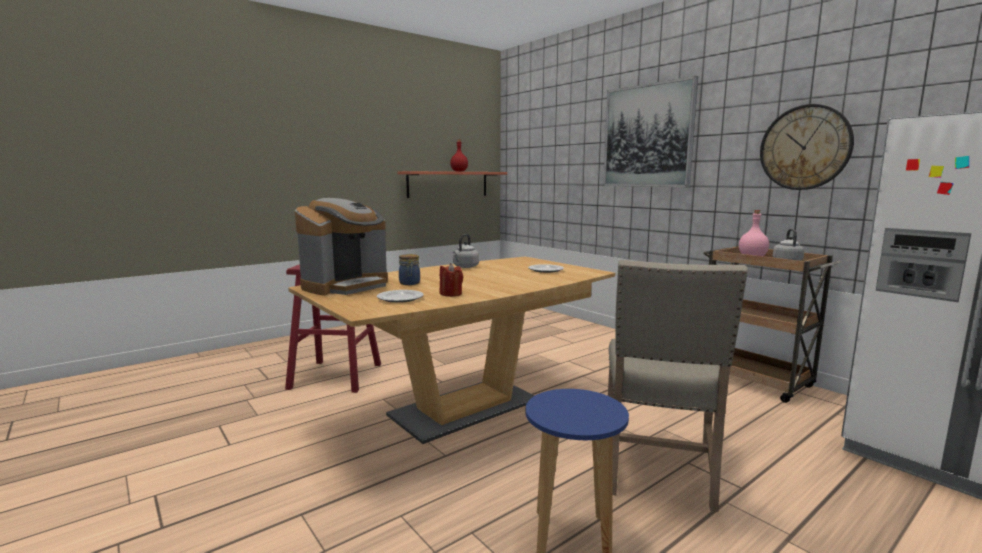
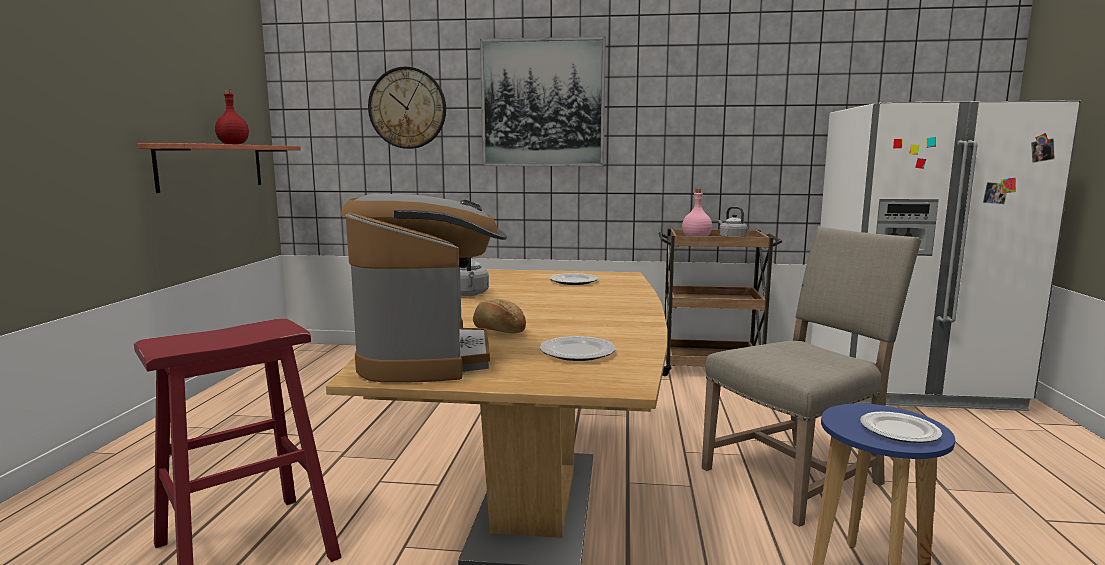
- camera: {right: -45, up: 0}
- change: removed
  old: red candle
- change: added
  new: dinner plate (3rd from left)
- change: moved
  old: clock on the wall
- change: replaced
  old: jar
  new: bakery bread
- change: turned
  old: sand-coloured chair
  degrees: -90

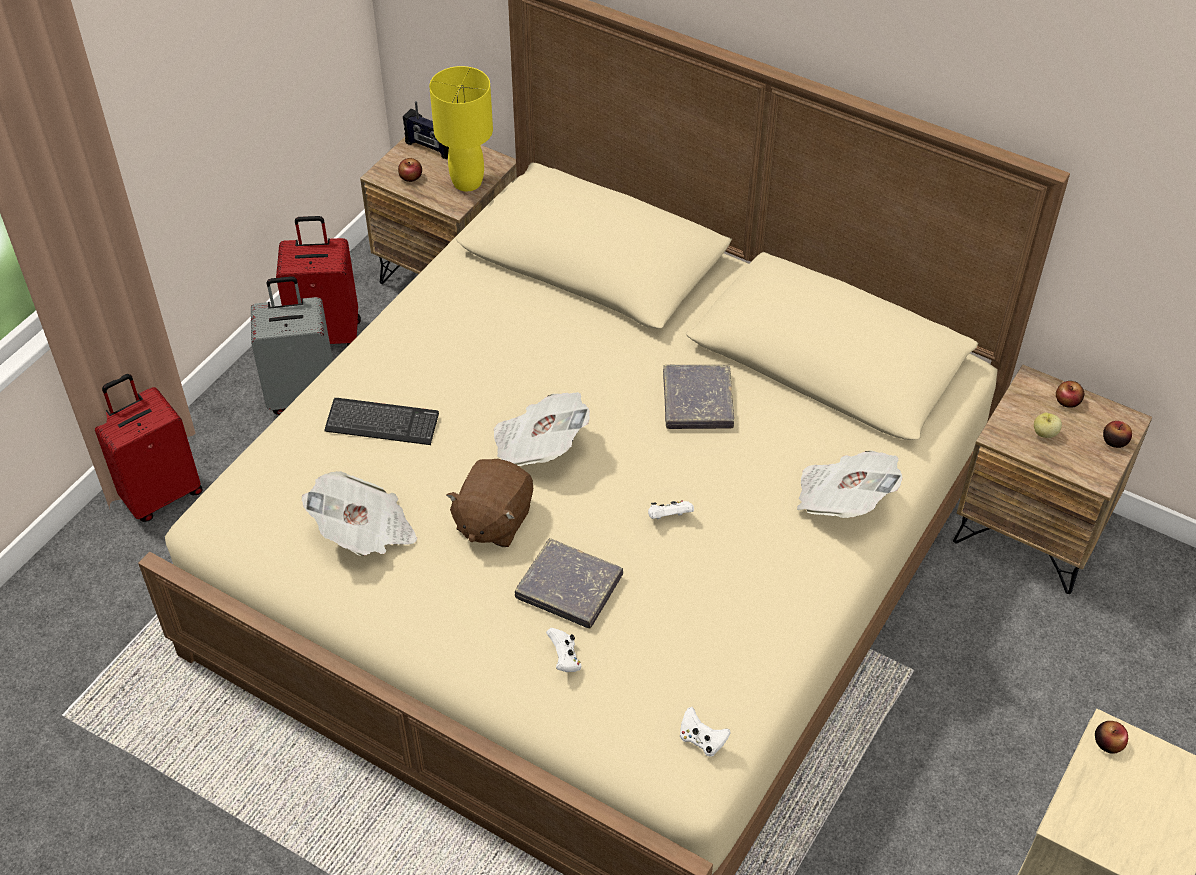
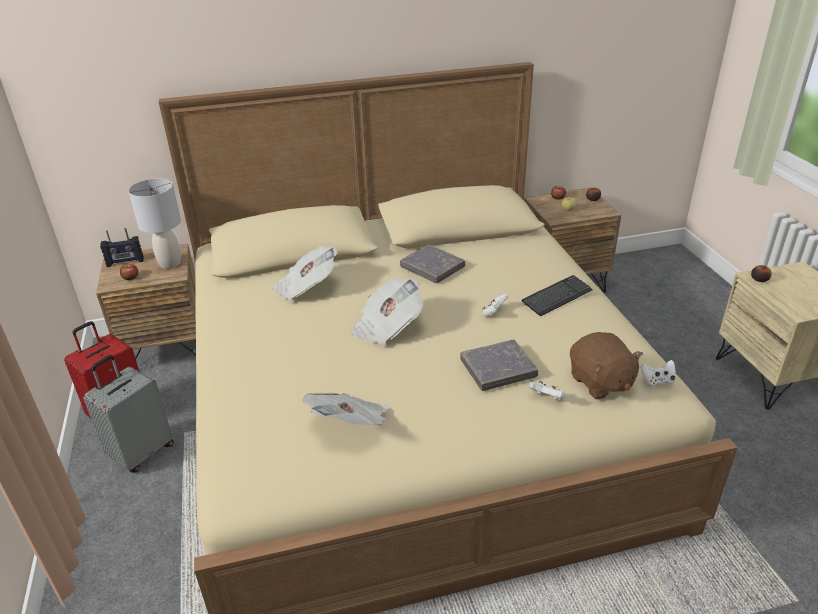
- camera: {right: -45, up: -15}
- change: removed
  old: red piece of luggage (1st from left)
- change: moved
  old: keyboard
- change: moved
  old: brownish cuddly toy
- change: moved
  old: newspaper (3rd from left in the first image)
  new: newspaper (1st from left)
- change: recoloured
  old: yellow table lamp
  new: gray table lamp

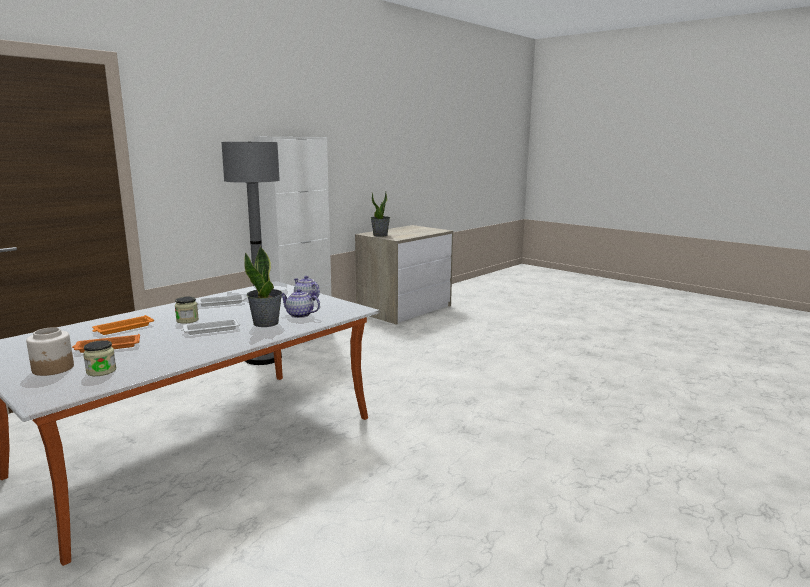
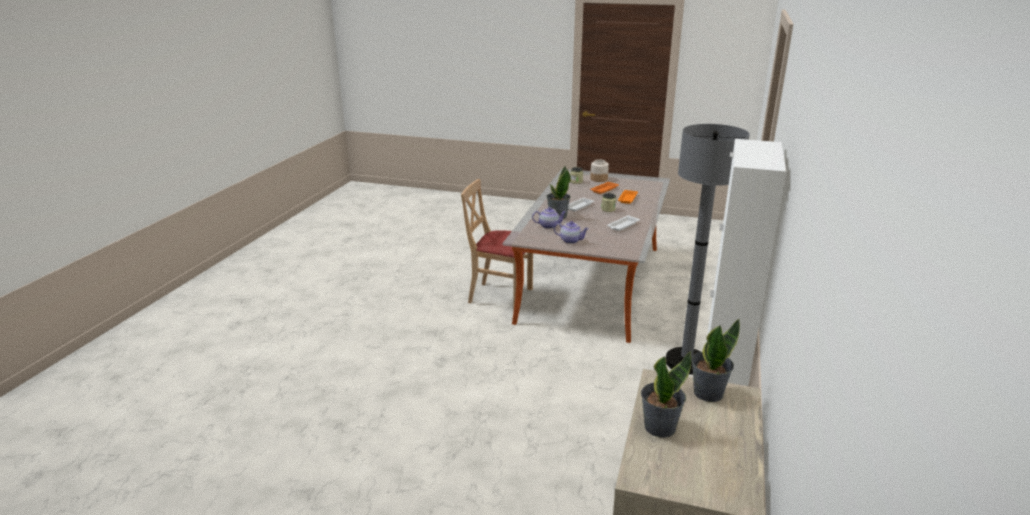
- camera: {right: 155, up: 10}
- change: added
  new: sand-coloured chair
- change: added
  new: houseplant (2nd from left)

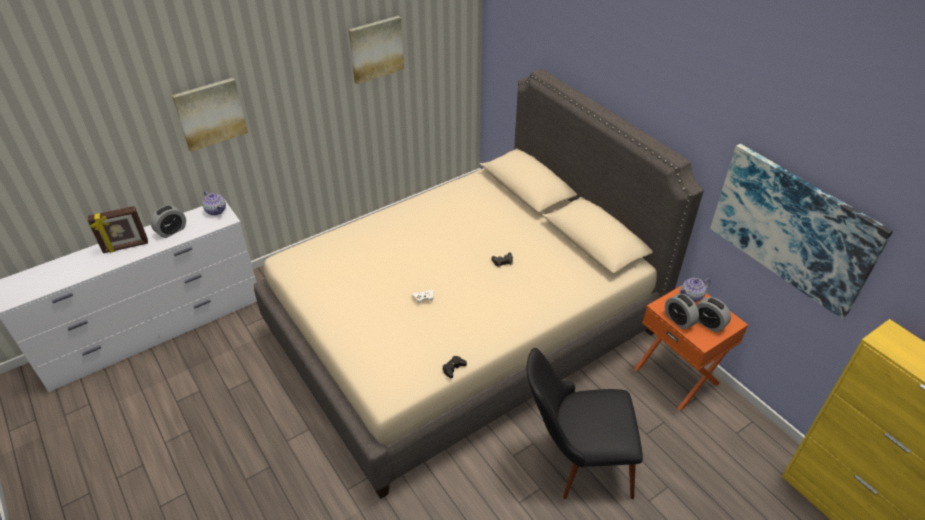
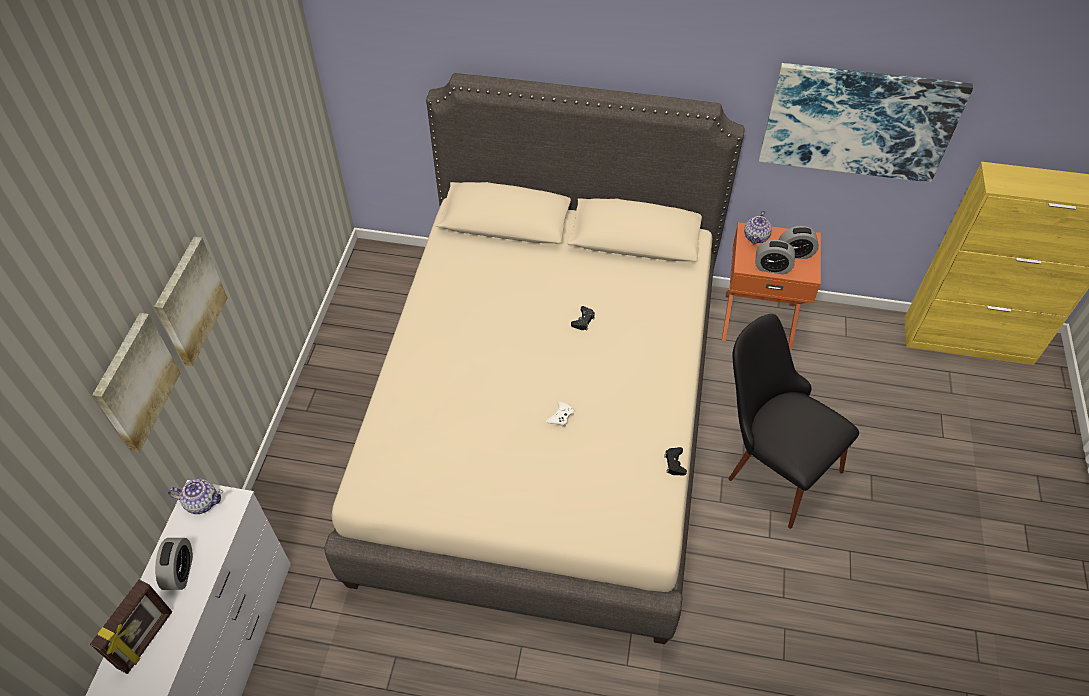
- camera: {right: -45, up: 10}
- change: moved
  old: wall art (2nd from left)
- change: turned
  old: black-coloured chair
  degrees: 90

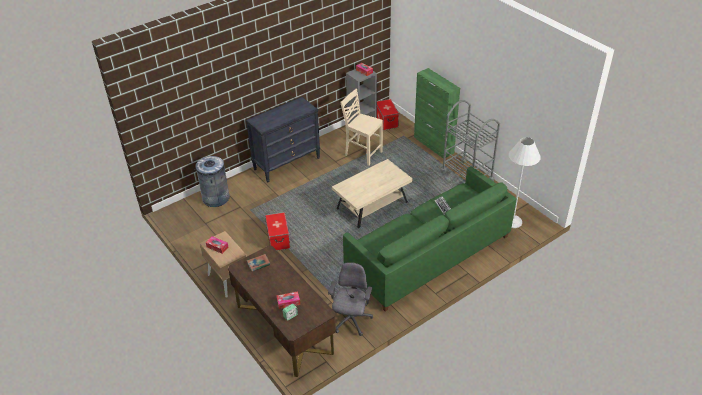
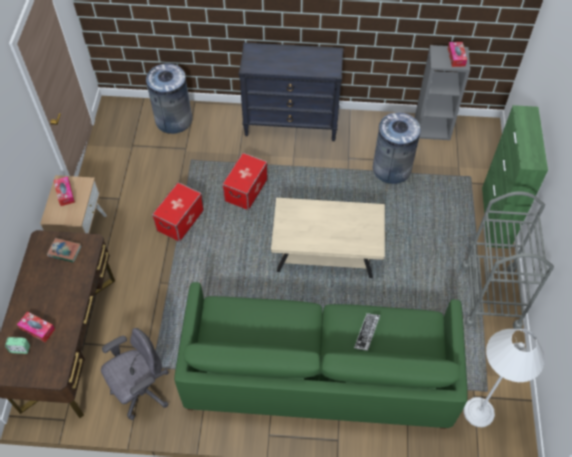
- camera: {right: 40, up: 15}
- change: moved
  old: storage box (2nd from left)
- change: replaced
  old: sand-coloured chair
  new: gray waste bin (2nd from left)

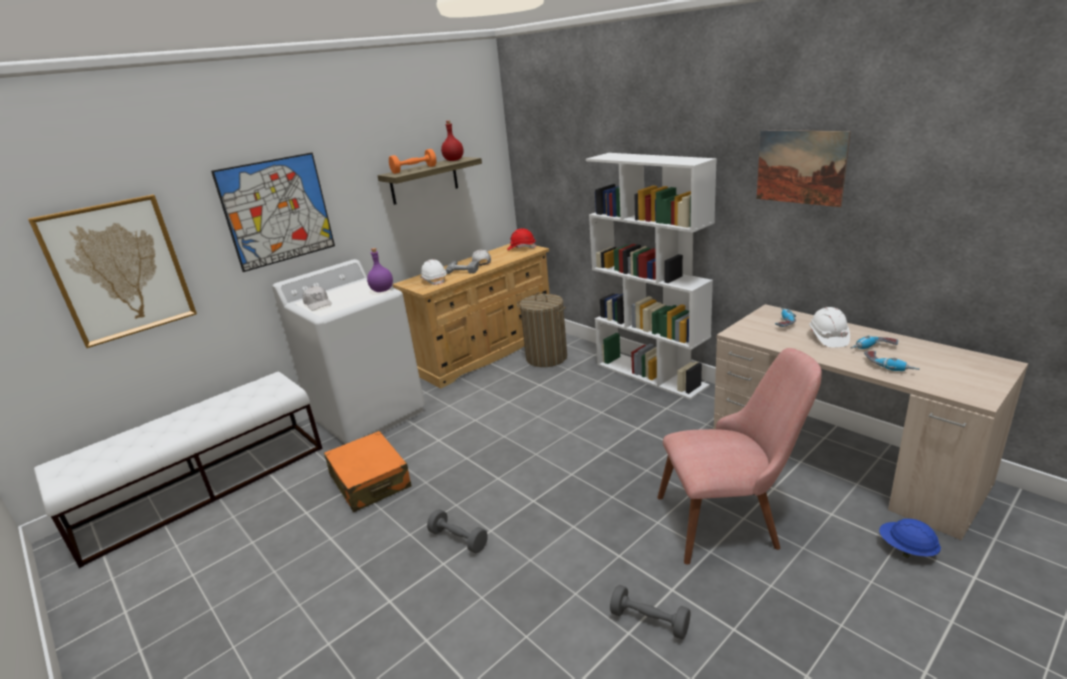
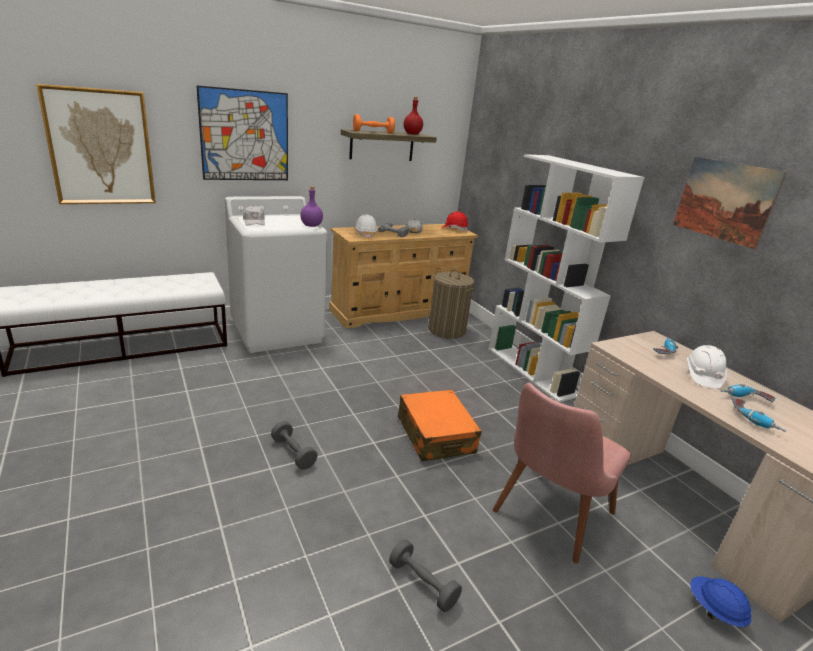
- camera: {right: 10, up: 0}
- change: moved
  old: orange-coloured piece of luggage
- change: turned
  old: pink-coloured chair
  degrees: 120

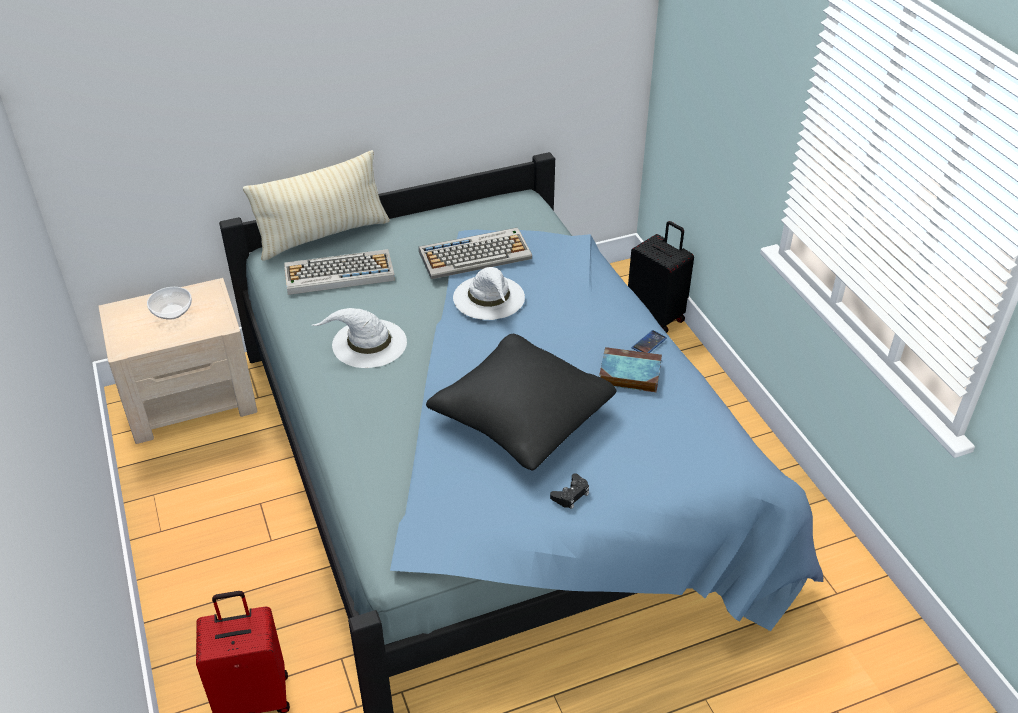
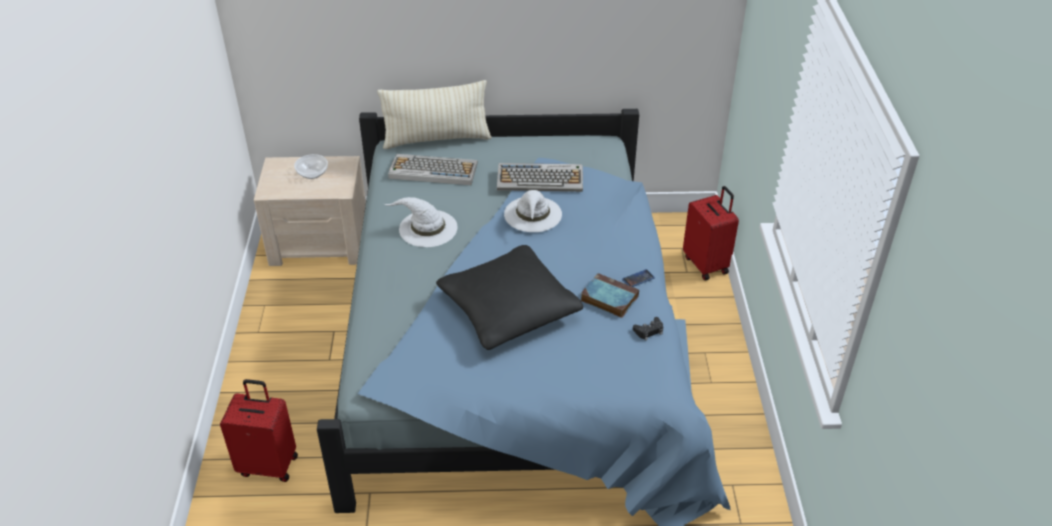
- camera: {right: 20, up: 0}
- change: moved
  old: black-coloured game controller
- change: recoloured
  old: black-coloured piece of luggage
  new: red piece of luggage (2nd from left)

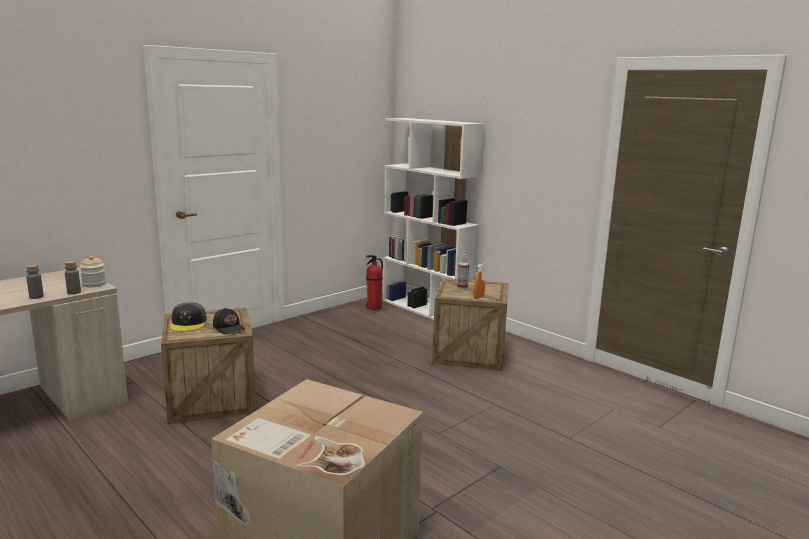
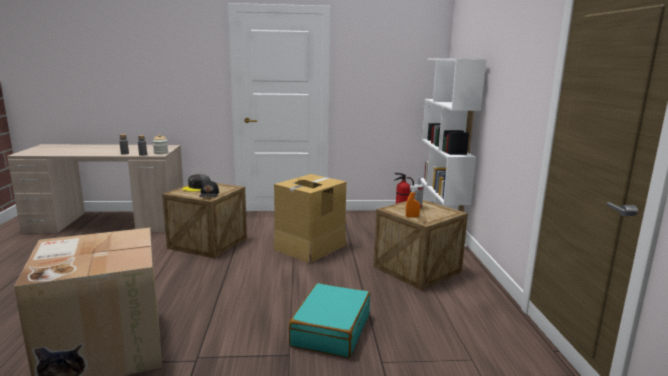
- camera: {right: 40, up: 0}
- change: added
  new: carton (2nd from left)
- change: added
  new: turquoise piece of luggage

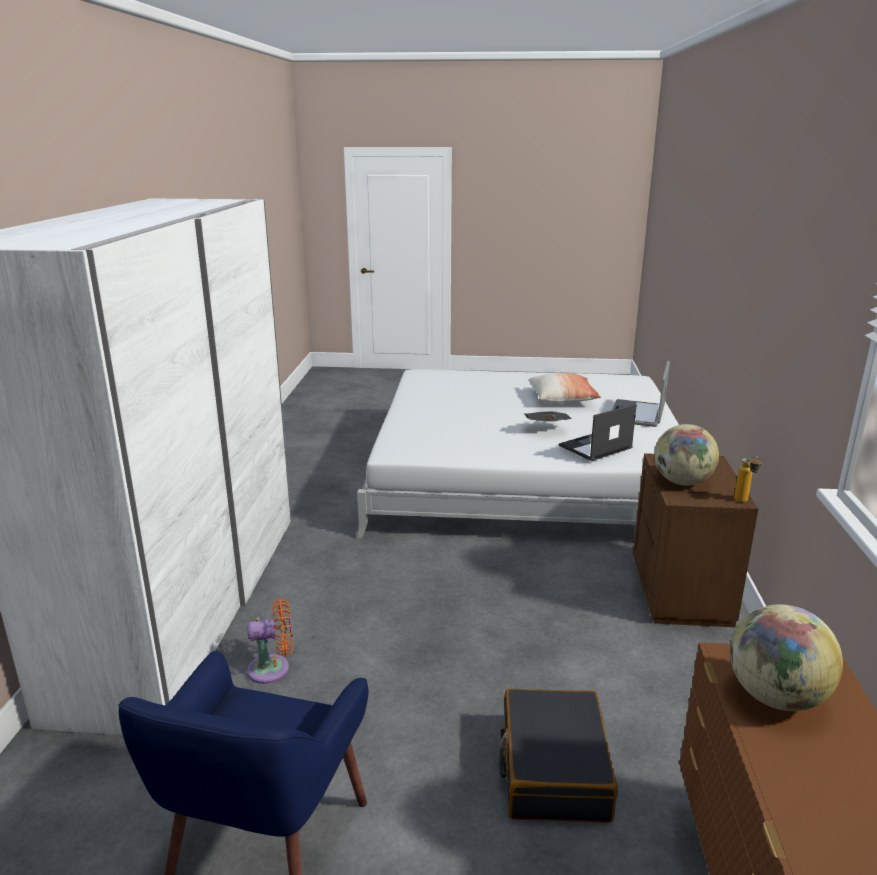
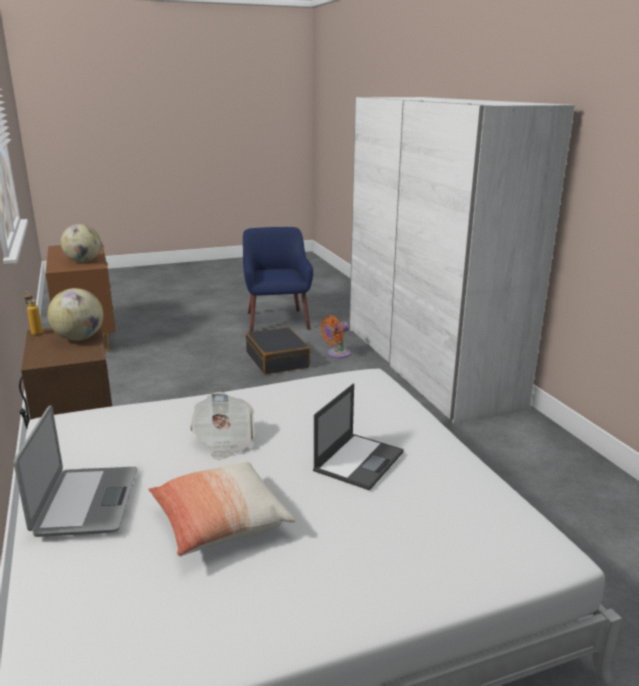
- camera: {right: 155, up: 0}
- change: moved
  old: black-coloured piece of luggage
- change: moved
  old: portable computer (1st from left in the first image)
  new: portable computer (2nd from left)

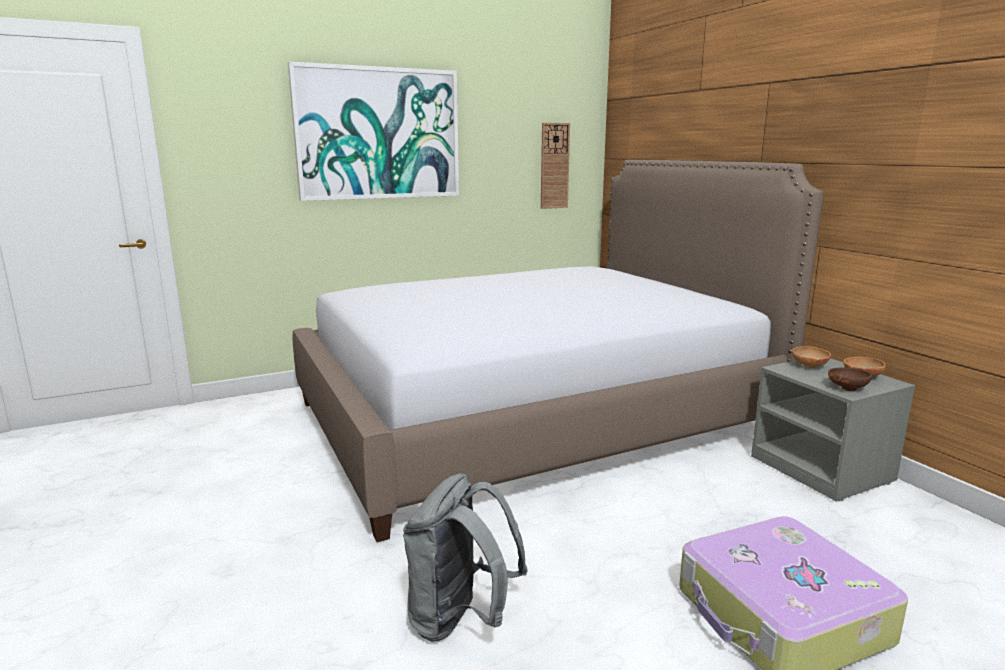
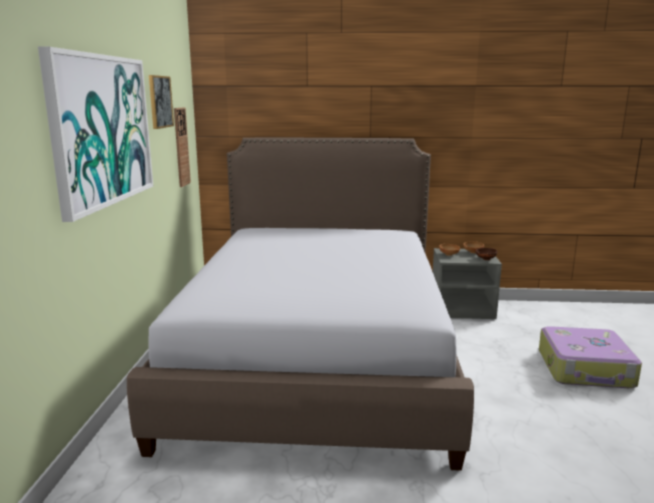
- camera: {right: -60, up: 0}
- change: removed
  old: gray knapsack
- change: added
  new: wall art (2nd from left)

